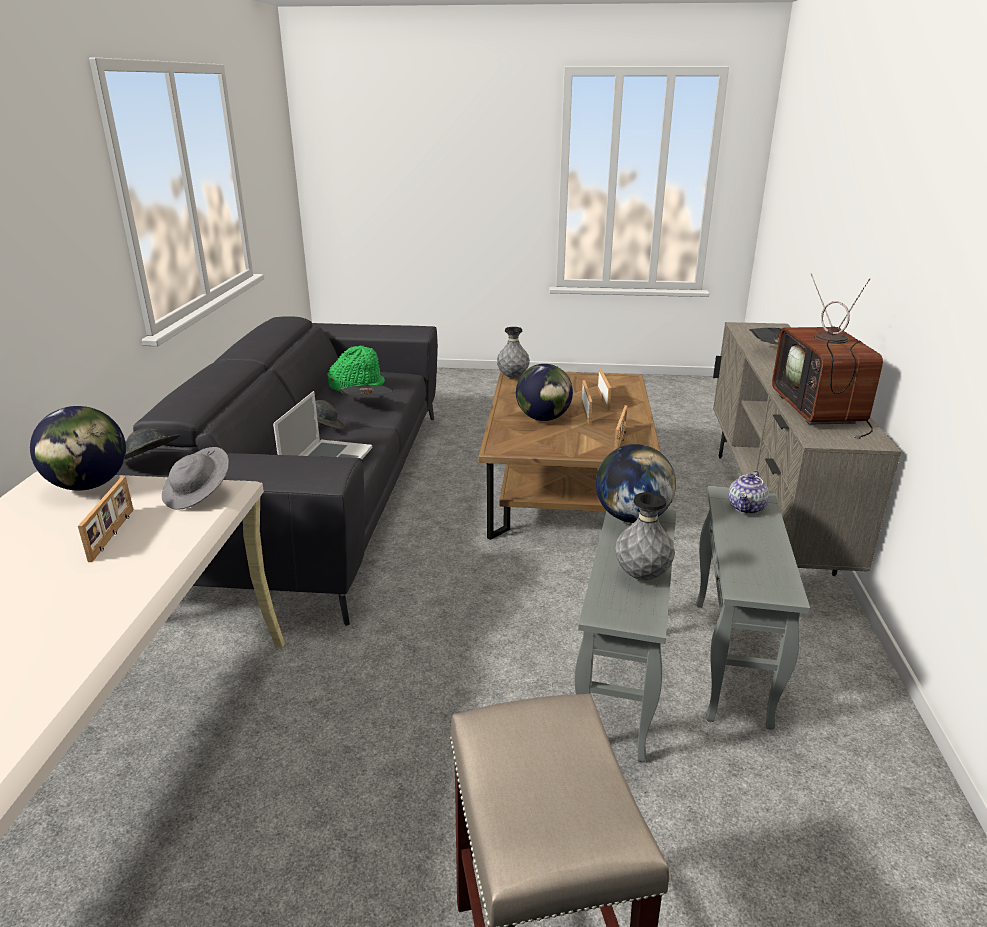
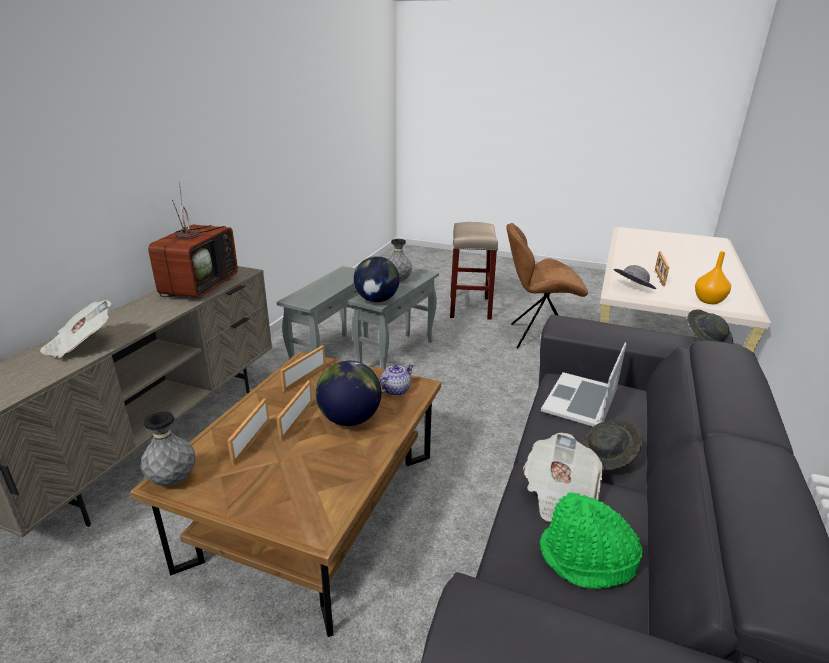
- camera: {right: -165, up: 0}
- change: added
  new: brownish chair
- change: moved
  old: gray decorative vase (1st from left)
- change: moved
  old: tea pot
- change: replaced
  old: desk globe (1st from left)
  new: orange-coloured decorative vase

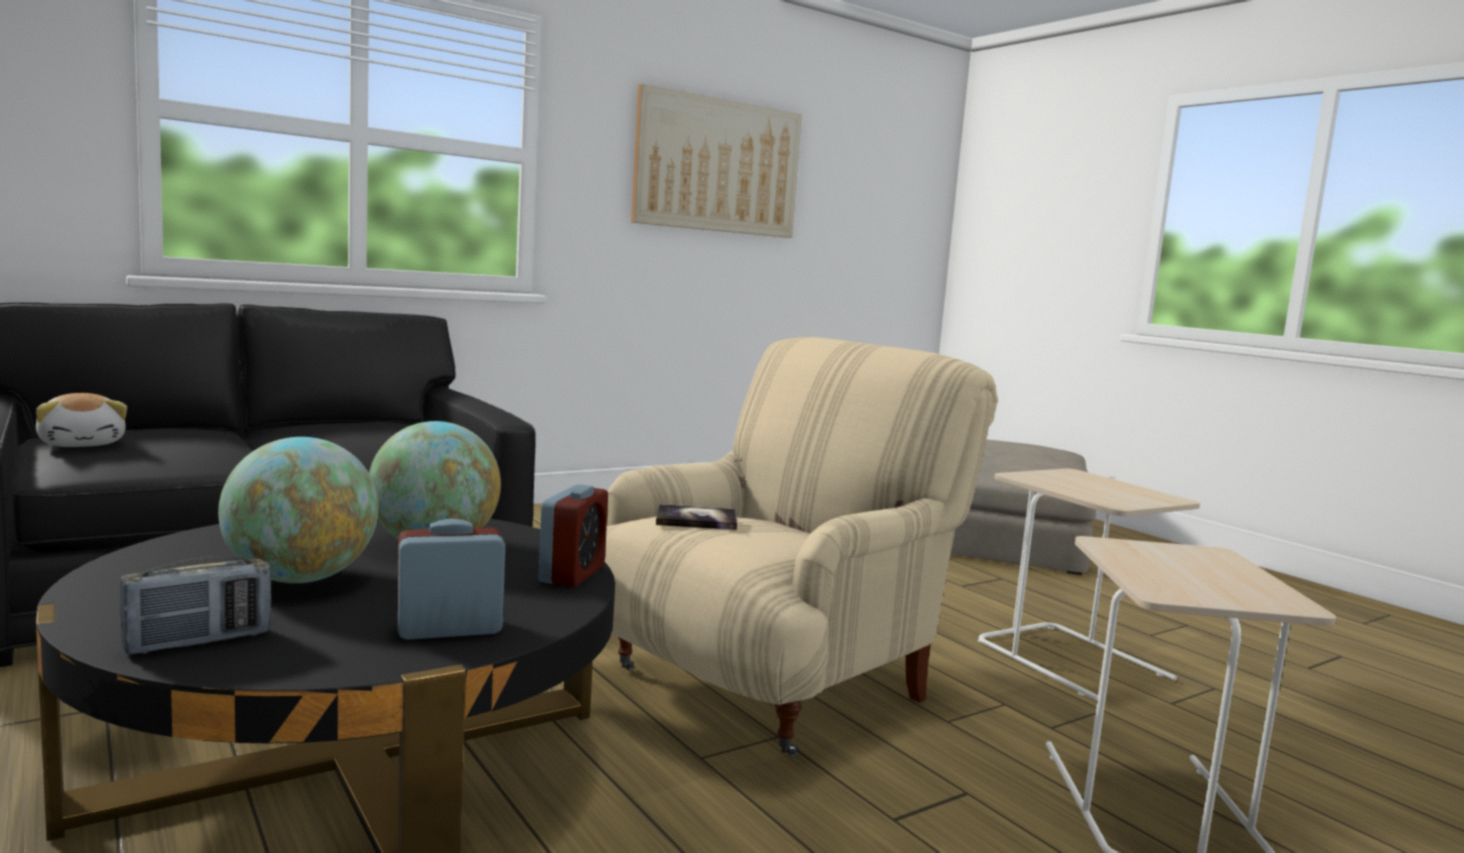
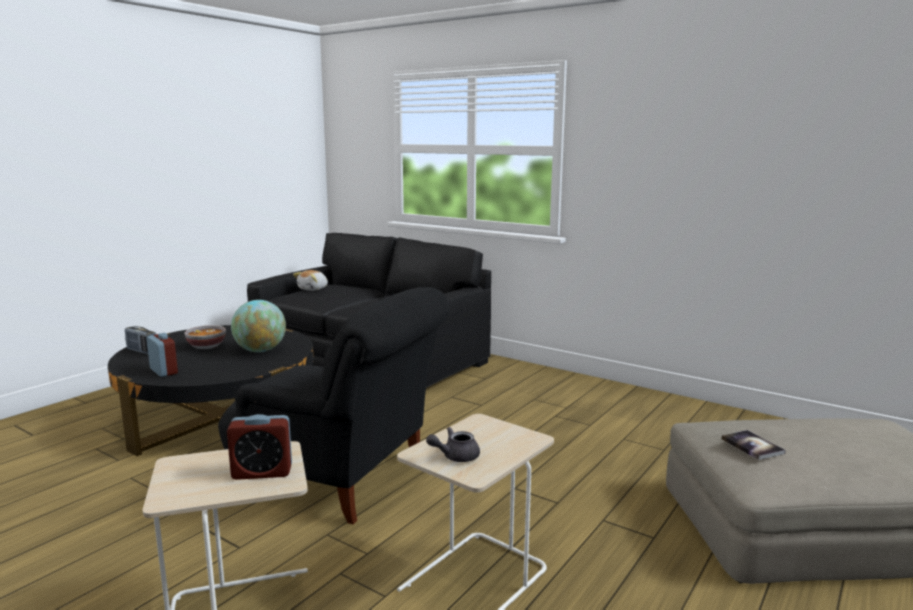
- camera: {right: 70, up: 5}
- change: removed
  old: wall art
- change: added
  new: gray tea pot
- change: moved
  old: alarm clock (2nd from left)
- change: moved
  old: bound book
- change: replaced
  old: desk globe (1st from left)
  new: serving bowl
- change: recoloured
  old: sand-coloured armchair
  new: black-coloured armchair

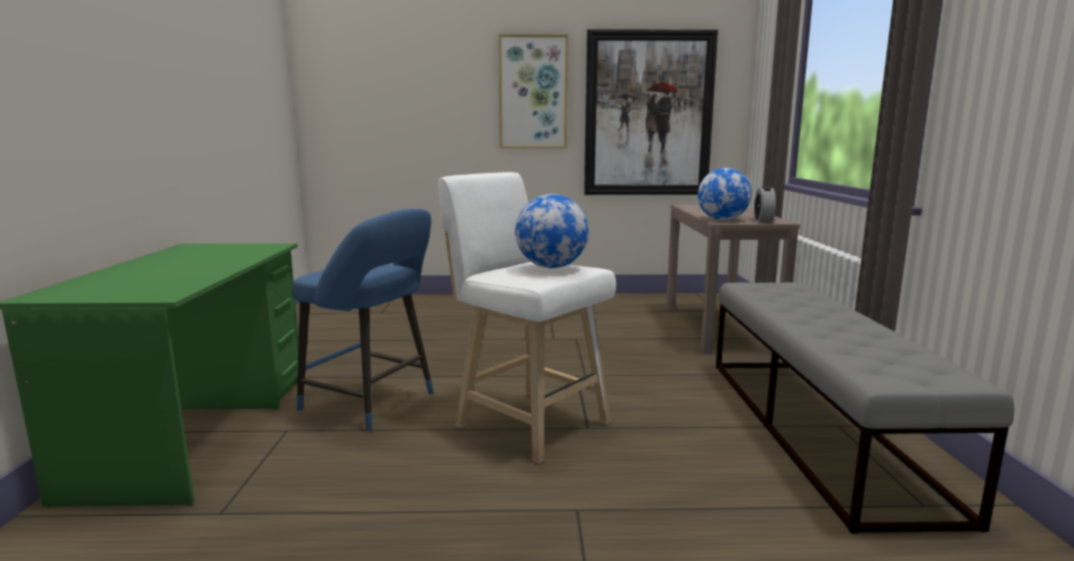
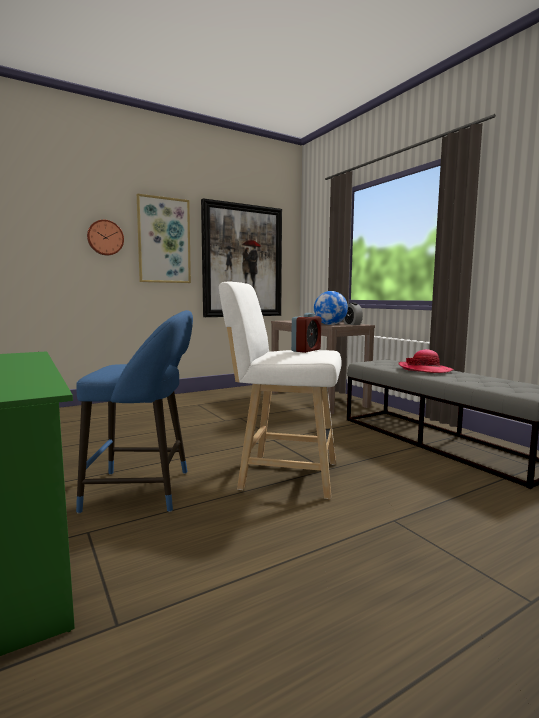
- camera: {right: -30, up: -5}
- change: added
  new: clock on the wall
- change: added
  new: clothing hat
- change: replaced
  old: desk globe (1st from left)
  new: alarm clock (1st from left)

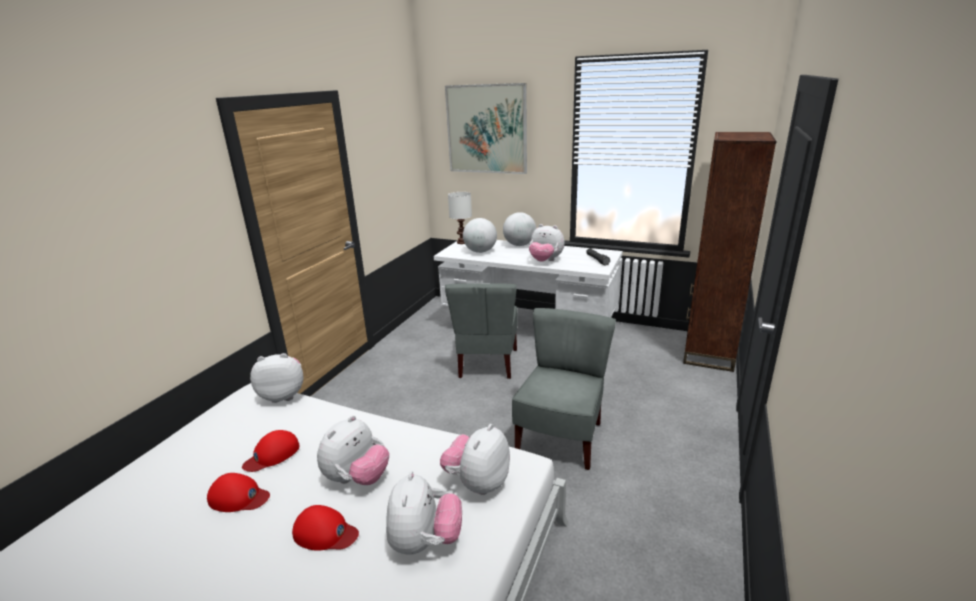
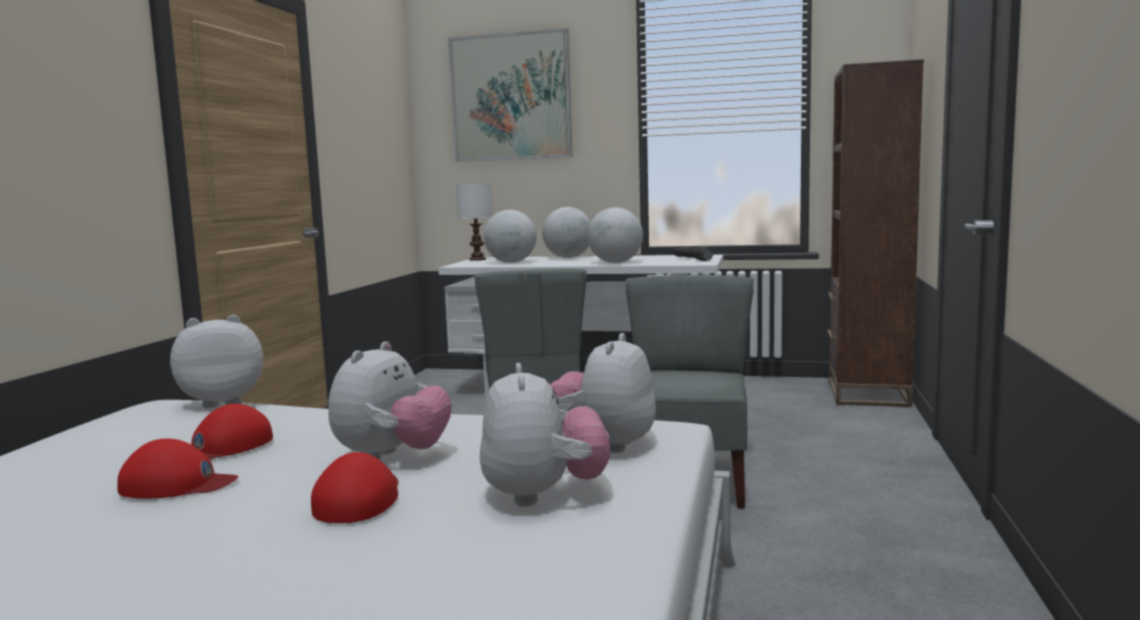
- camera: {right: -10, up: -15}
- change: replaced
  old: cuddly toy (5th from left)
  new: desk globe (3rd from left)
- change: turned
  old: red baseball cap (3rd from left)
  degrees: -90

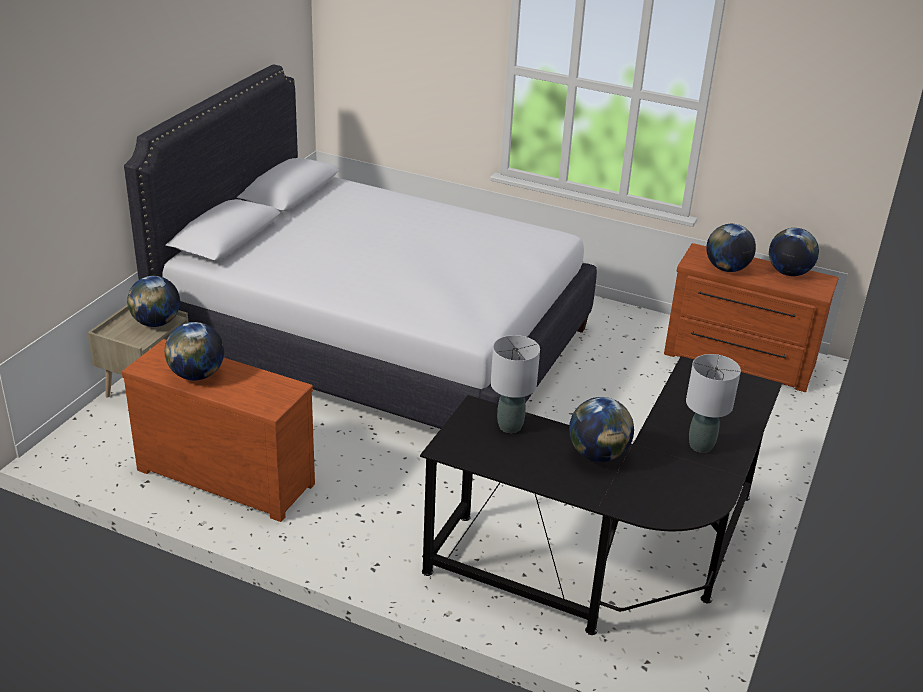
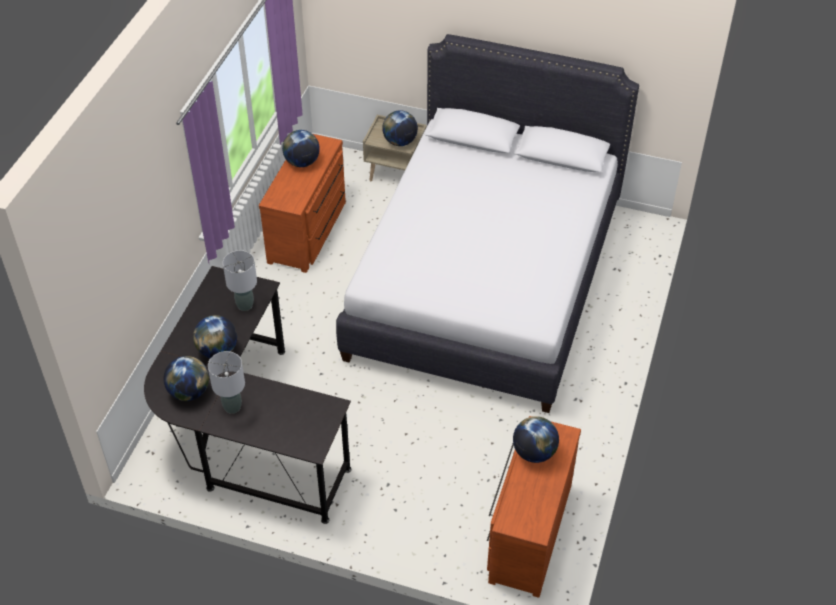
- camera: {right: 85, up: 15}
- change: moved
  old: desk globe (5th from left in the first image)
  new: desk globe (1st from left)

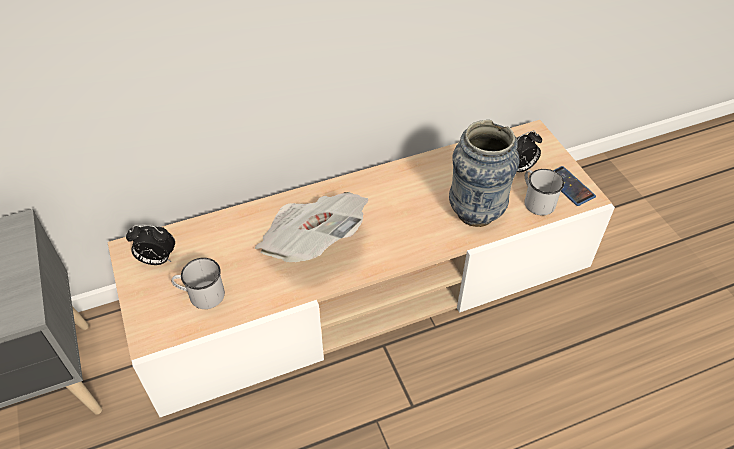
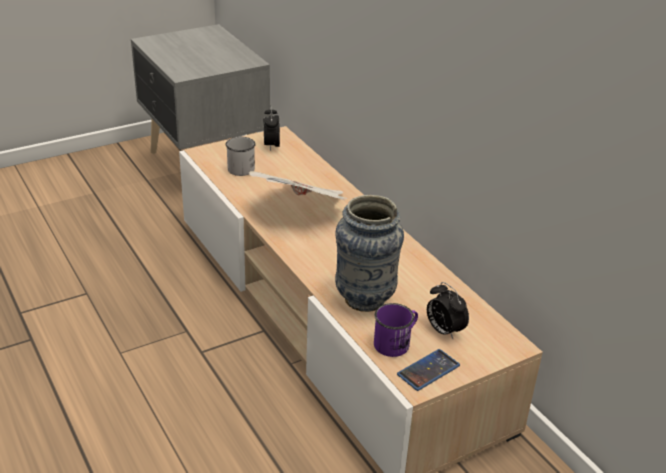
- camera: {right: 80, up: -15}
- change: recoloured
  old: white-coloured coffee mug (2nd from left)
  new: purple-coloured coffee mug

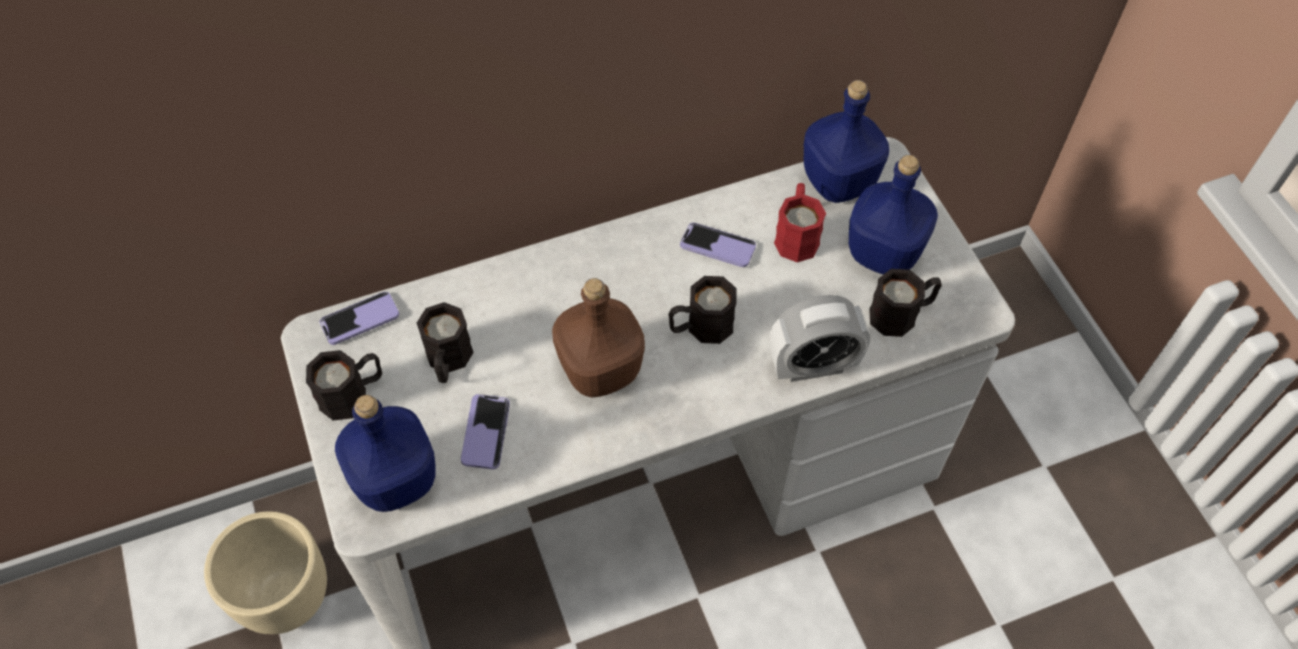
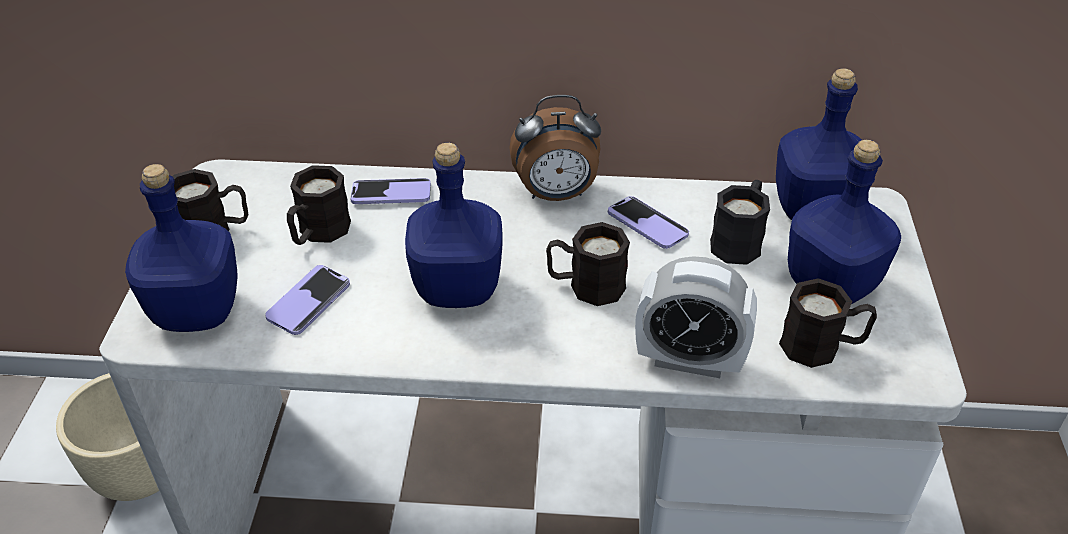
- camera: {right: 25, up: -15}
- change: added
  new: alarm clock (1st from left)
- change: moved
  old: phone (1st from left in the first image)
  new: phone (2nd from left)
- change: recoloured
  old: brownish drink bottle
  new: blue drink bottle (2nd from left)
- change: recoloured
  old: red coffee mug
  new: black-coloured coffee mug (4th from left)

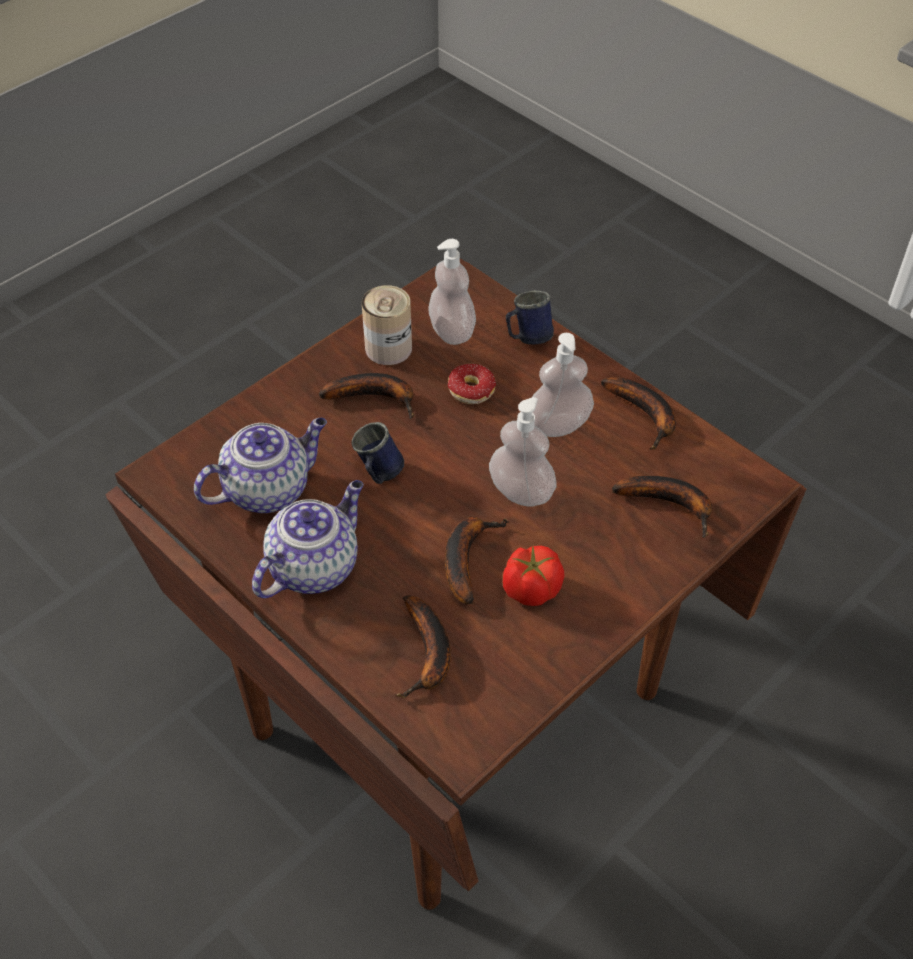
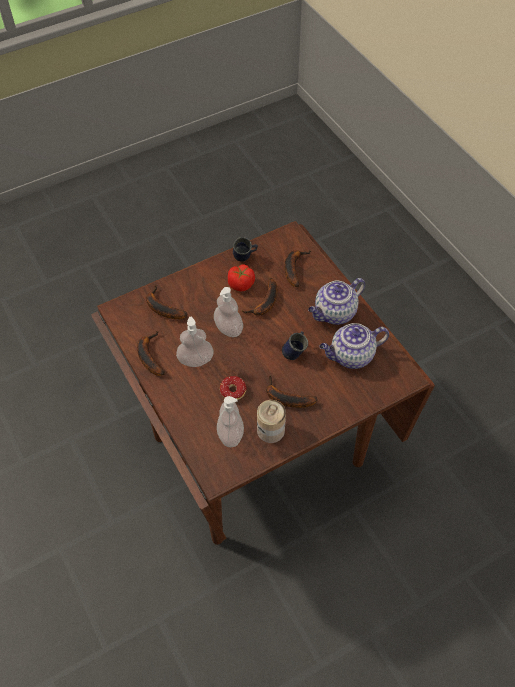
- camera: {right: -165, up: 5}
- change: moved
  old: blue coffee mug (2nd from left in the first image)
  new: blue coffee mug (1st from left)

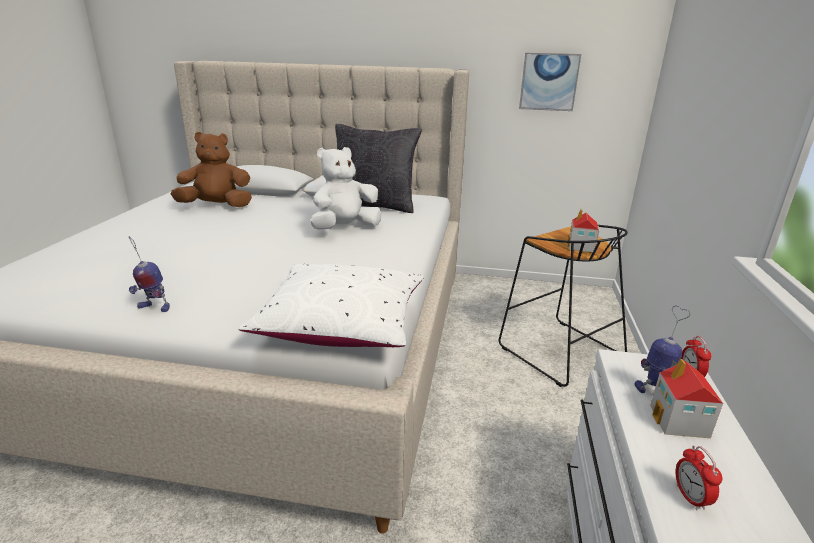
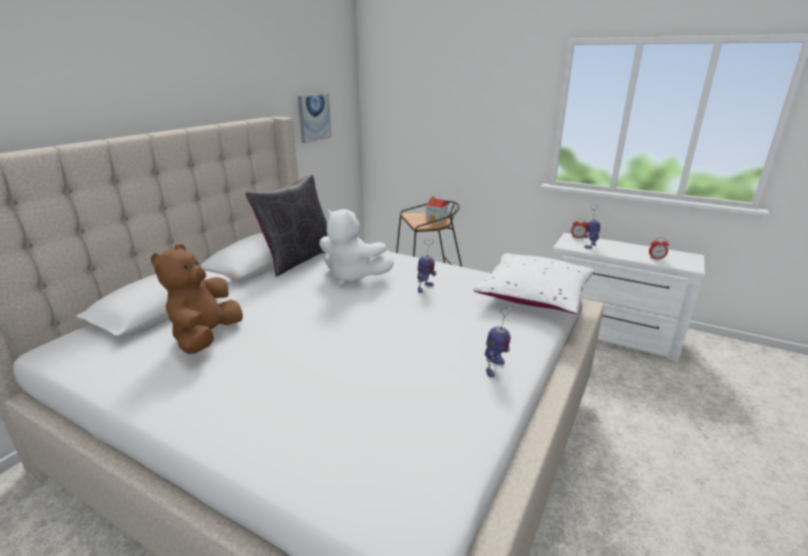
- camera: {right: -70, up: 0}
- change: removed
  old: model house (2nd from left)
- change: added
  new: robot figure (1st from left)
- change: turned
  old: white-coloured cuddly toy
  degrees: -45

